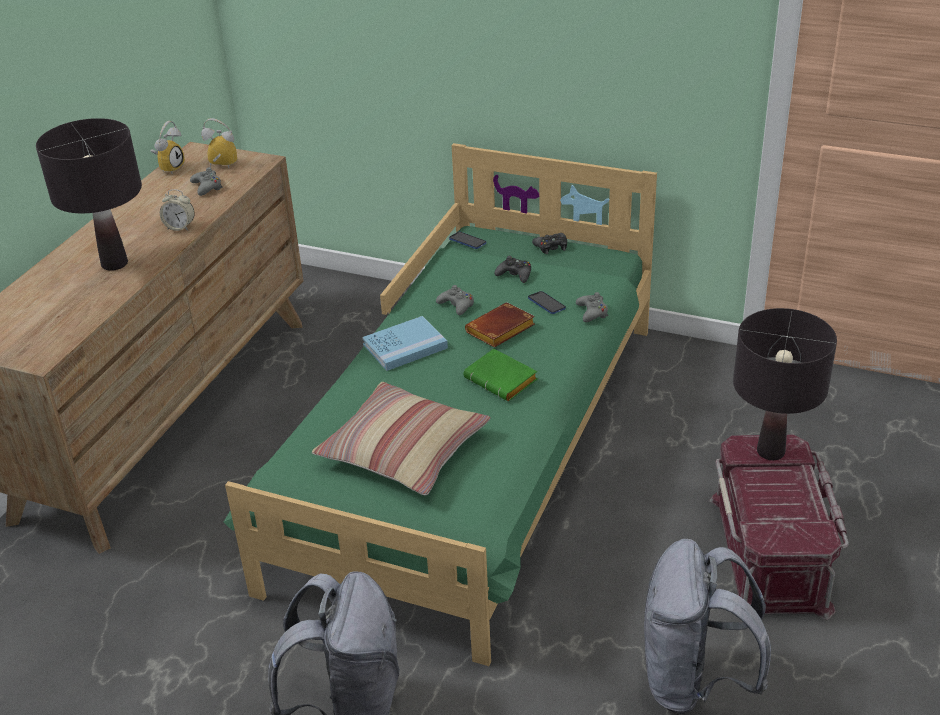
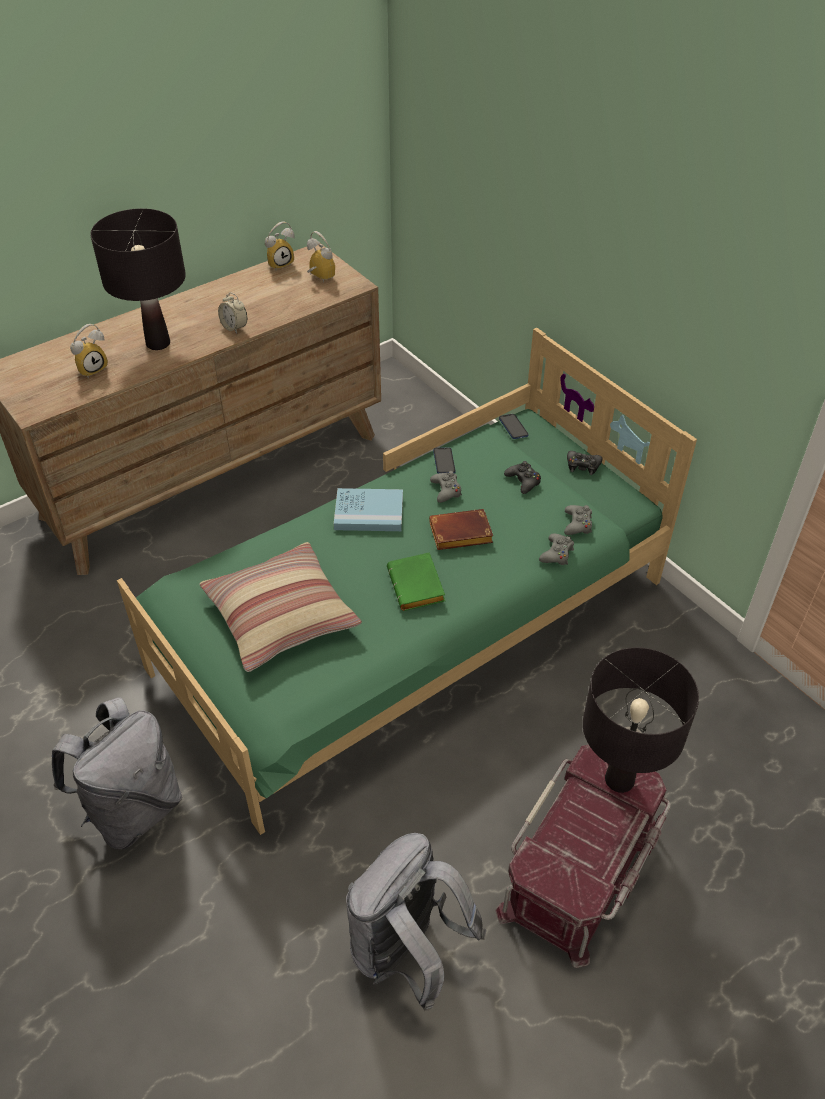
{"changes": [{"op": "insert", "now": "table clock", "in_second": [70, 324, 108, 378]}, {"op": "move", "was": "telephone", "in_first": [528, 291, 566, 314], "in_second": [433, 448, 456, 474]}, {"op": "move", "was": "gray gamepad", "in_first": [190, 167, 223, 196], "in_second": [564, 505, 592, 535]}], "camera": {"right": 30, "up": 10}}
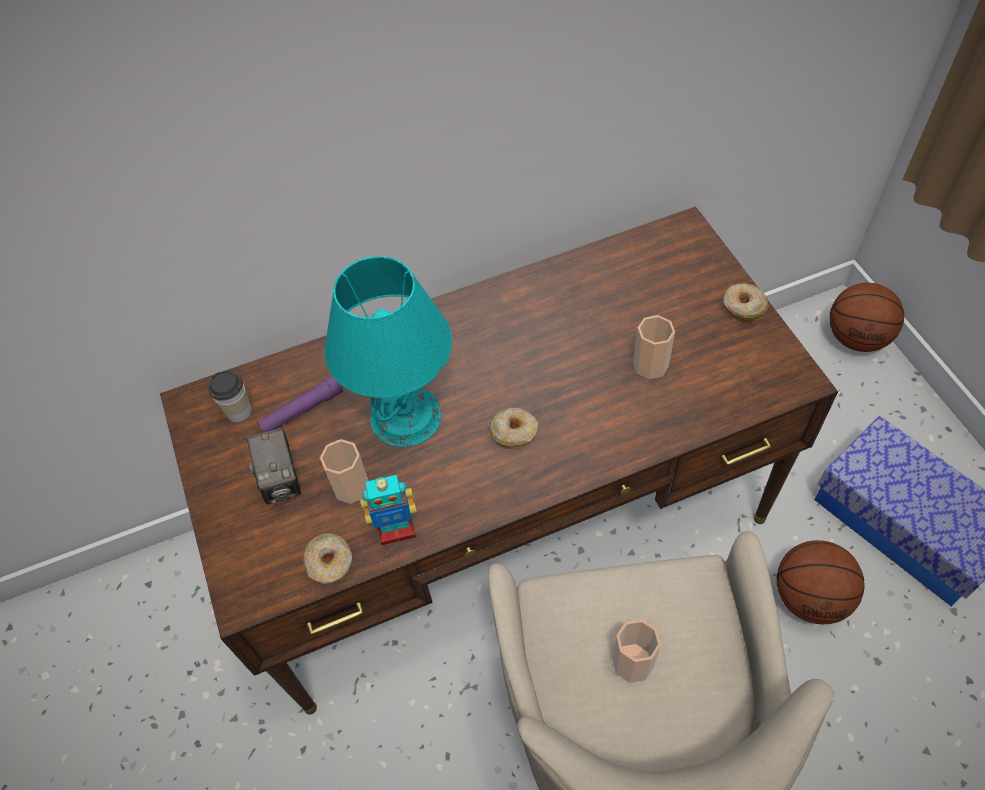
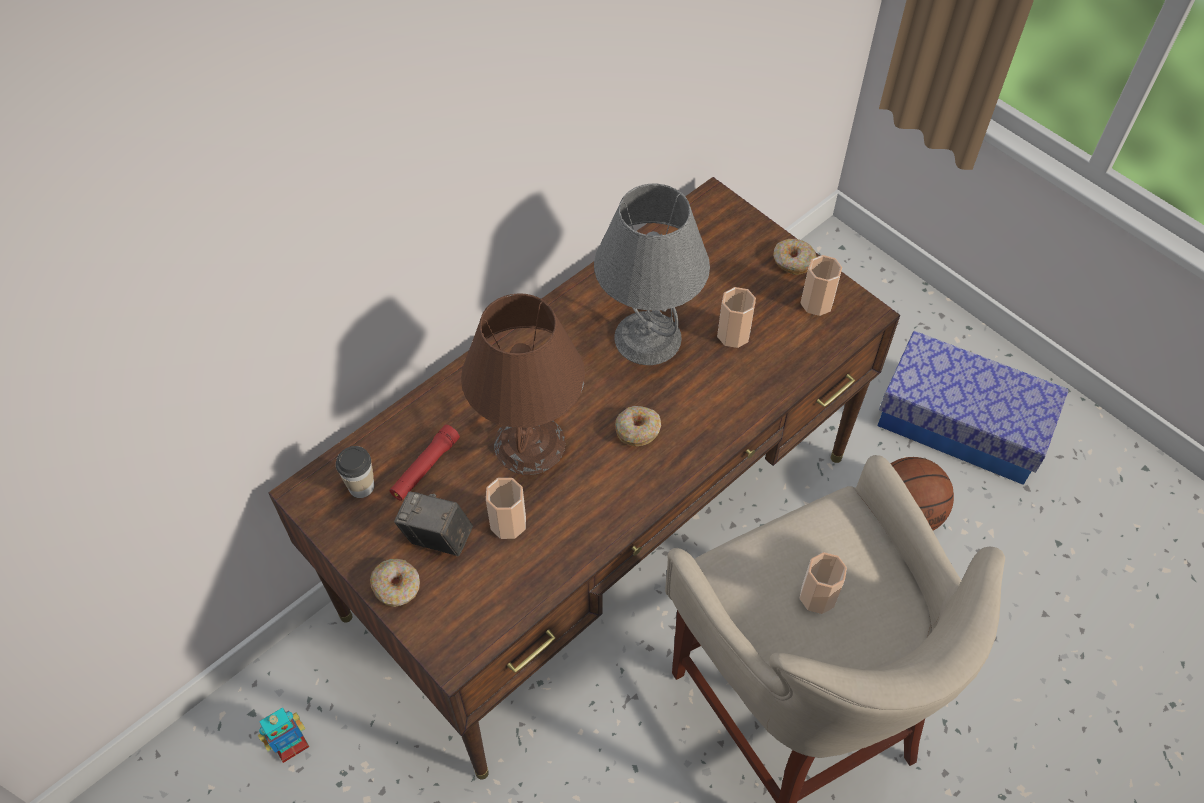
{"changes": [{"op": "move", "was": "robot figure", "in_first": [360, 475, 417, 545], "in_second": [258, 708, 309, 763]}, {"op": "move", "was": "donut", "in_first": [302, 533, 352, 584], "in_second": [370, 559, 420, 607]}, {"op": "recolor", "was": "purplish flashlight", "now": "red flashlight", "in_first": [257, 376, 343, 432], "in_second": [390, 425, 460, 501]}, {"op": "rotate", "was": "photo camera", "in_first": [246, 428, 301, 504], "in_second": [394, 492, 473, 557], "clockwise": 150}, {"op": "recolor", "was": "turquoise-coloured tabletop lamp", "now": "brown tabletop lamp", "in_first": [324, 256, 452, 447], "in_second": [461, 293, 585, 475]}, {"op": "insert", "now": "gray tabletop lamp", "in_second": [594, 184, 710, 365]}, {"op": "insert", "now": "cup", "in_second": [801, 255, 842, 316]}, {"op": "delete", "was": "basketball", "in_first": [829, 283, 904, 352]}], "camera": {"right": -25, "up": 0}}
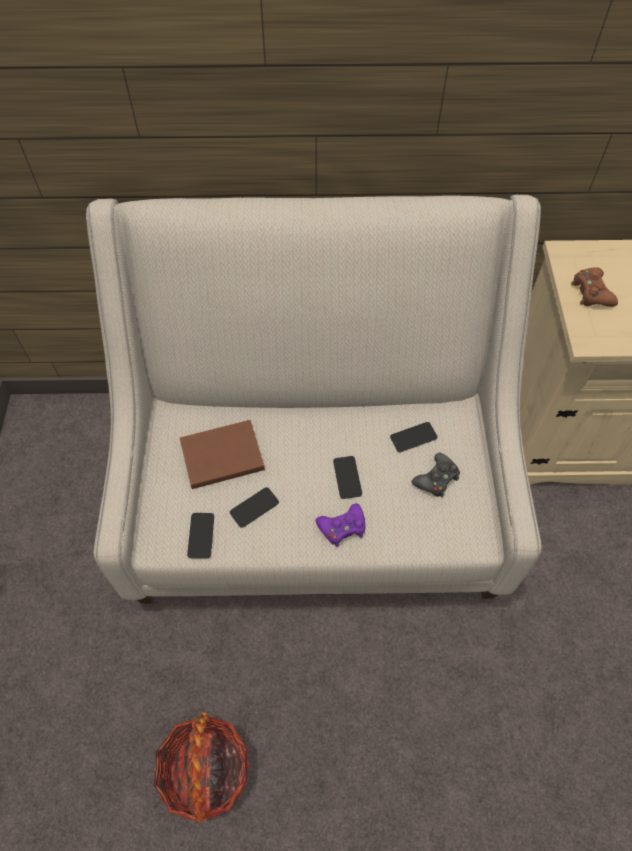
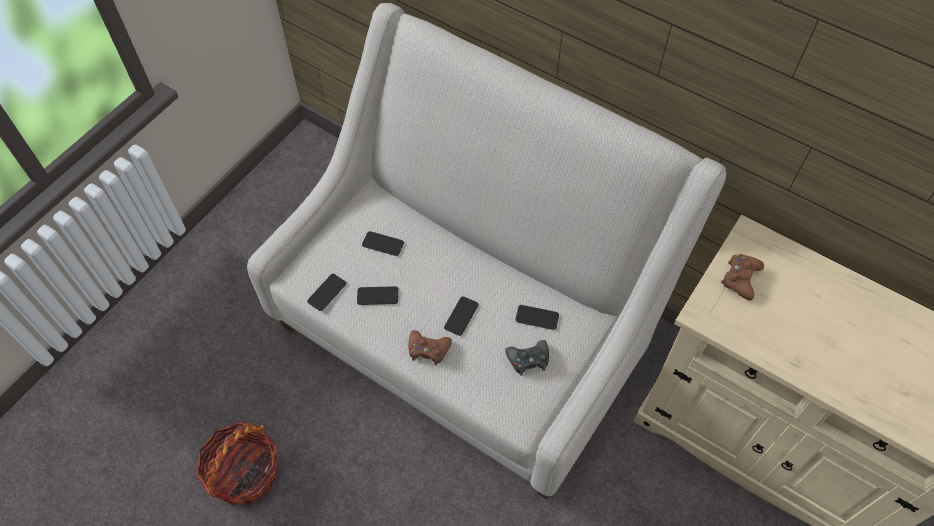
{"changes": [{"op": "replace", "was": "brown bound book", "now": "telephone", "in_first": [180, 420, 265, 489], "in_second": [362, 231, 404, 256]}, {"op": "recolor", "was": "purplish gamepad", "now": "brown gamepad", "in_first": [316, 503, 365, 547], "in_second": [408, 330, 452, 366]}], "camera": {"right": 35, "up": 0}}
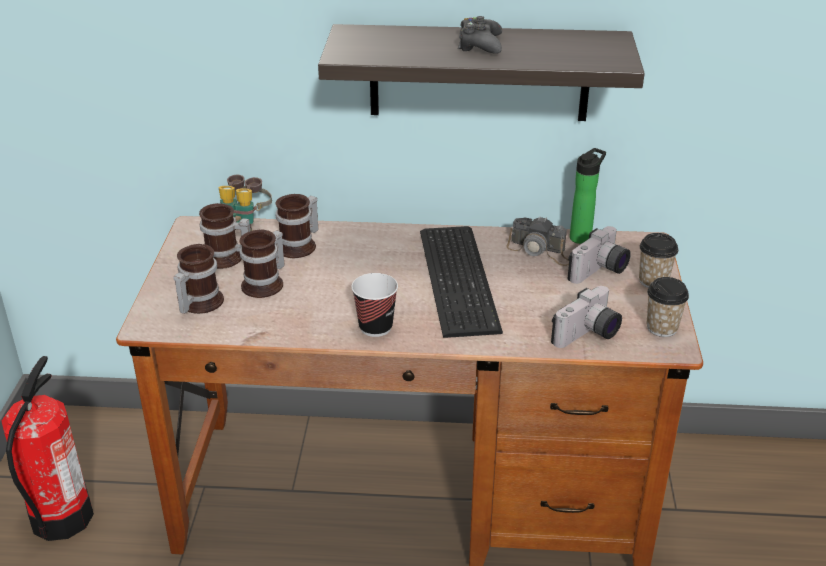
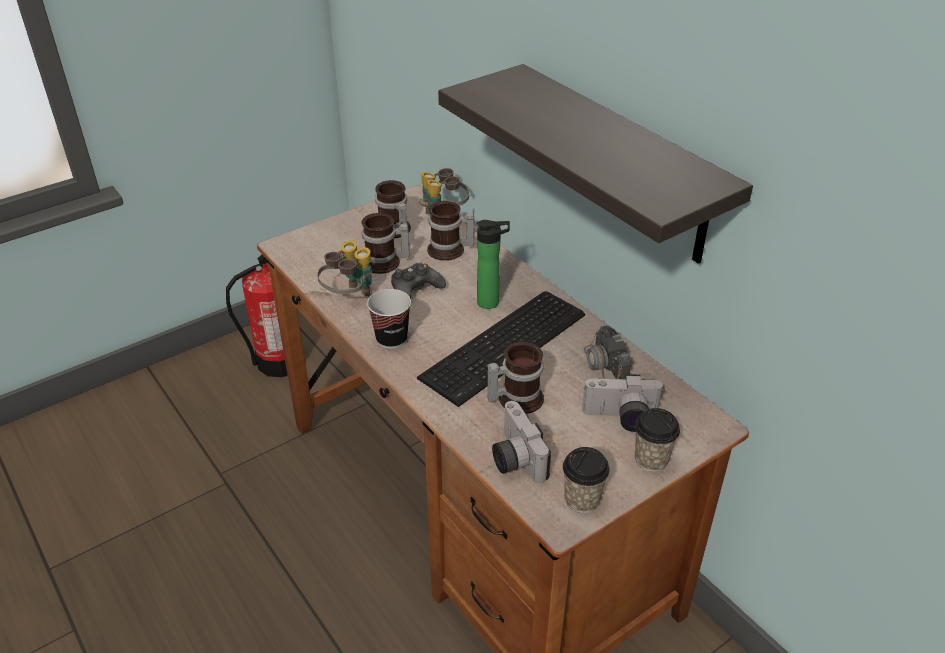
{"changes": [{"op": "insert", "now": "binoculars", "in_second": [317, 240, 372, 296]}, {"op": "move", "was": "black-coloured gamepad", "in_first": [458, 16, 502, 54], "in_second": [391, 262, 446, 299]}, {"op": "move", "was": "bottle", "in_first": [570, 148, 606, 244], "in_second": [476, 220, 510, 309]}, {"op": "move", "was": "tea mug", "in_first": [173, 244, 224, 314], "in_second": [487, 342, 544, 414]}, {"op": "rotate", "was": "photo camera", "in_first": [551, 286, 622, 348], "in_second": [492, 401, 551, 483], "clockwise": 60}], "camera": {"right": 50, "up": 5}}
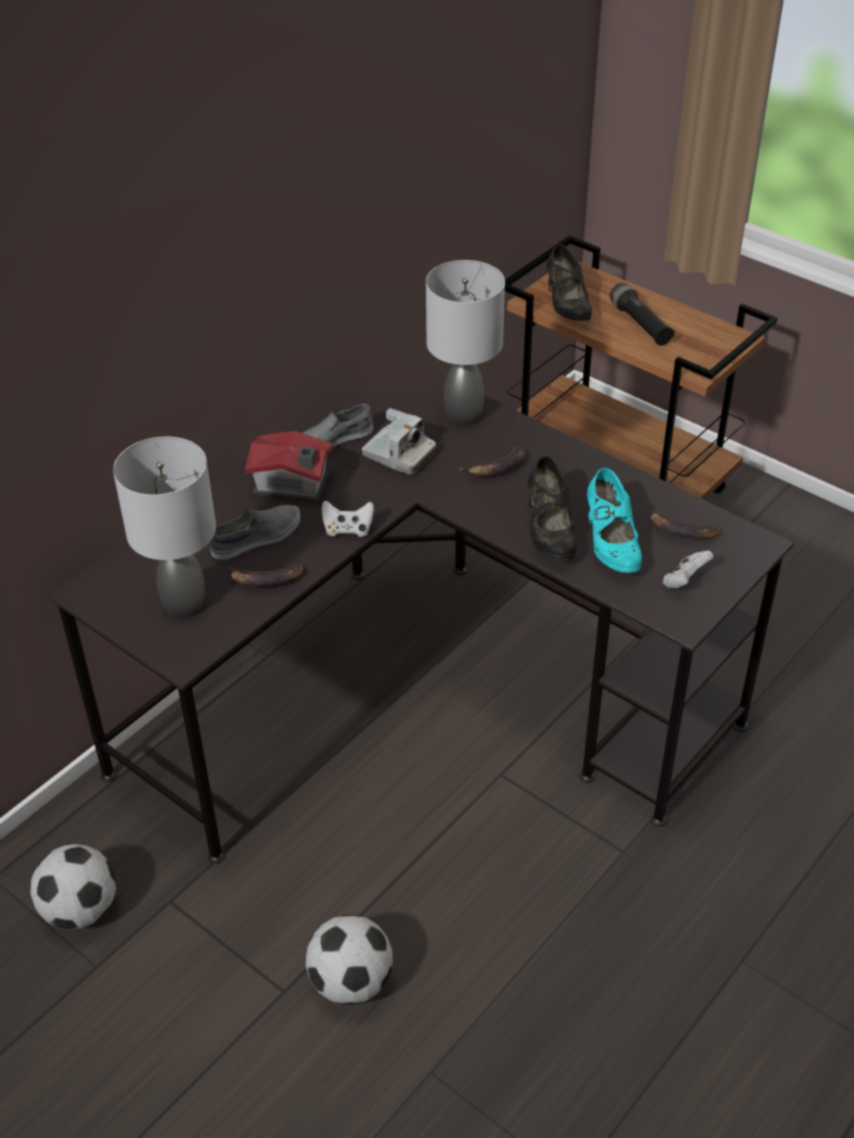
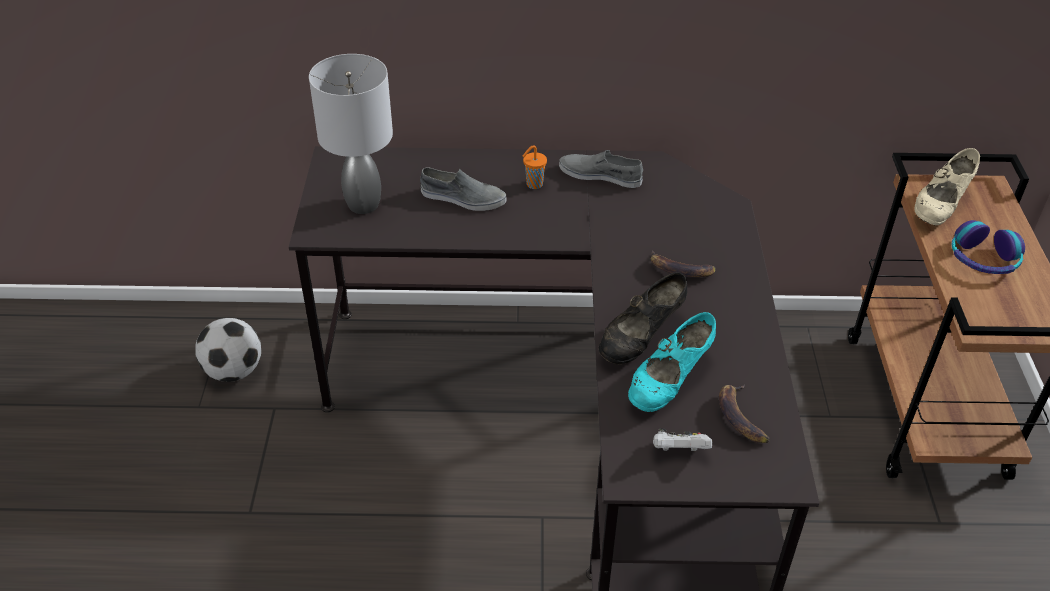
{"changes": [{"op": "replace", "was": "toy house", "now": "orange-coloured cup", "in_first": [245, 431, 333, 502], "in_second": [523, 145, 547, 189]}, {"op": "recolor", "was": "black-coloured low shoe", "now": "beige-coloured low shoe", "in_first": [547, 244, 592, 321], "in_second": [914, 148, 980, 226]}, {"op": "replace", "was": "black-coloured flashlight", "now": "headphones", "in_first": [610, 283, 674, 346], "in_second": [951, 220, 1025, 274]}, {"op": "delete", "was": "whole banana", "in_first": [229, 564, 303, 586]}, {"op": "delete", "was": "football ball", "in_first": [306, 915, 393, 1005]}, {"op": "delete", "was": "white gamepad", "in_first": [322, 501, 374, 537]}, {"op": "delete", "was": "photo camera", "in_first": [362, 408, 436, 475]}, {"op": "delete", "was": "gray tabletop lamp", "in_first": [426, 260, 505, 425]}], "camera": {"right": 50, "up": 0}}
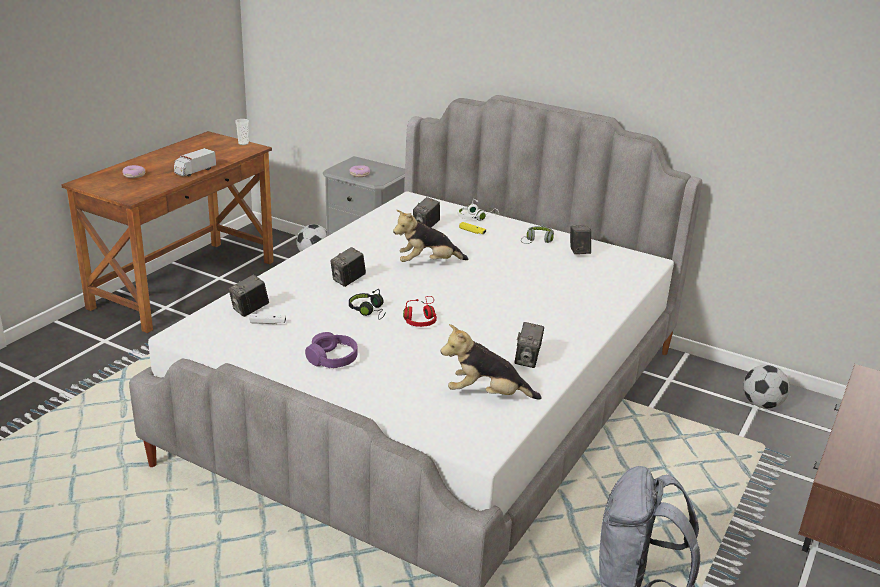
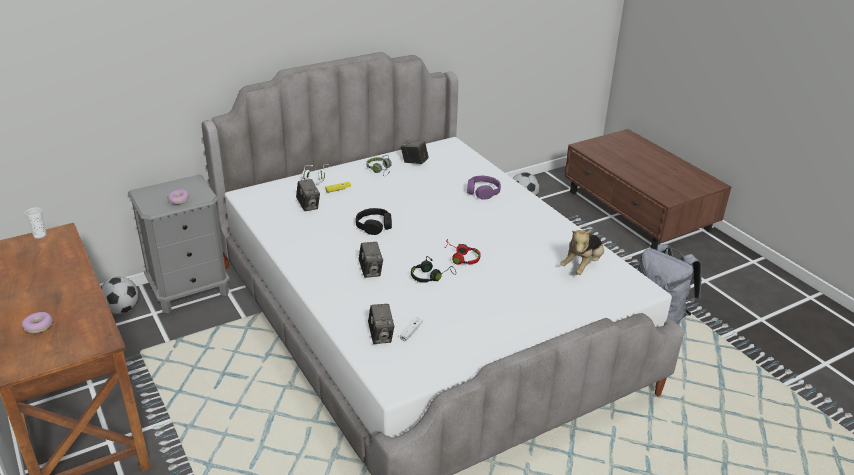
{"changes": [{"op": "replace", "was": "soft toy", "now": "black-coloured headphones", "in_first": [393, 210, 468, 262], "in_second": [356, 208, 392, 235]}, {"op": "move", "was": "purplish headphones", "in_first": [305, 332, 358, 368], "in_second": [467, 176, 501, 200]}, {"op": "delete", "was": "toy lorry", "in_first": [174, 148, 216, 176]}, {"op": "delete", "was": "photo camera", "in_first": [515, 322, 544, 368]}], "camera": {"right": -60, "up": 5}}
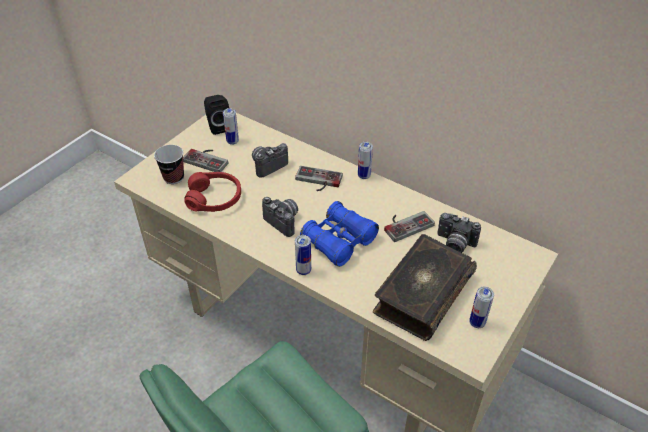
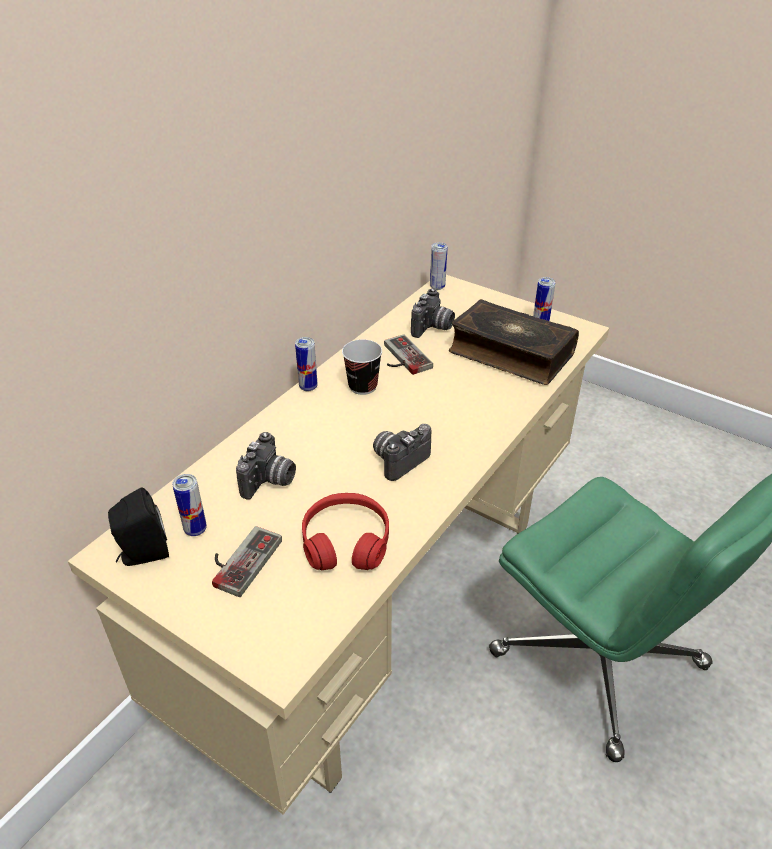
{"changes": [{"op": "rotate", "was": "photo camera", "in_first": [252, 143, 288, 178], "in_second": [236, 432, 296, 500], "clockwise": -120}, {"op": "move", "was": "cup", "in_first": [154, 145, 184, 184], "in_second": [342, 340, 382, 395]}, {"op": "move", "was": "sealed can", "in_first": [295, 235, 311, 275], "in_second": [430, 242, 448, 290]}, {"op": "delete", "was": "gamepad", "in_first": [295, 166, 343, 191]}, {"op": "delete", "was": "blue binoculars", "in_first": [300, 201, 379, 267]}], "camera": {"right": -90, "up": -5}}
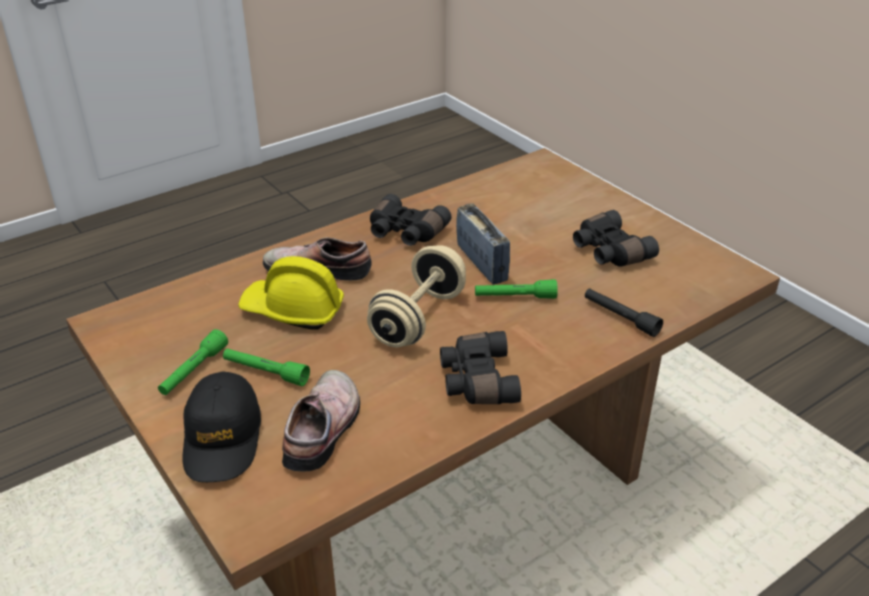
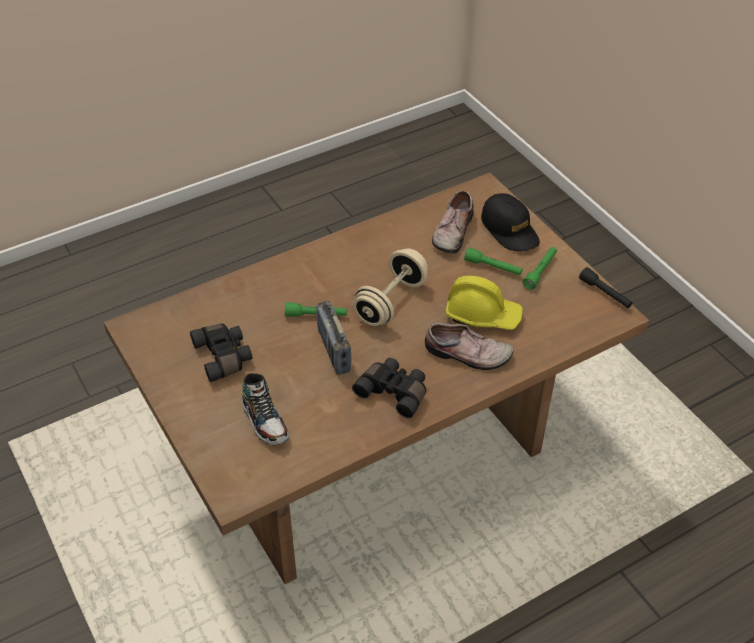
{"changes": [{"op": "insert", "now": "low shoe", "in_second": [242, 373, 290, 445]}, {"op": "rotate", "was": "black-coloured cap", "in_first": [182, 371, 261, 482], "in_second": [481, 193, 540, 251], "clockwise": 150}, {"op": "move", "was": "black-coloured flashlight", "in_first": [585, 288, 663, 337], "in_second": [579, 267, 632, 308]}, {"op": "delete", "was": "black-coloured binoculars", "in_first": [440, 331, 521, 404]}], "camera": {"right": -175, "up": 10}}
